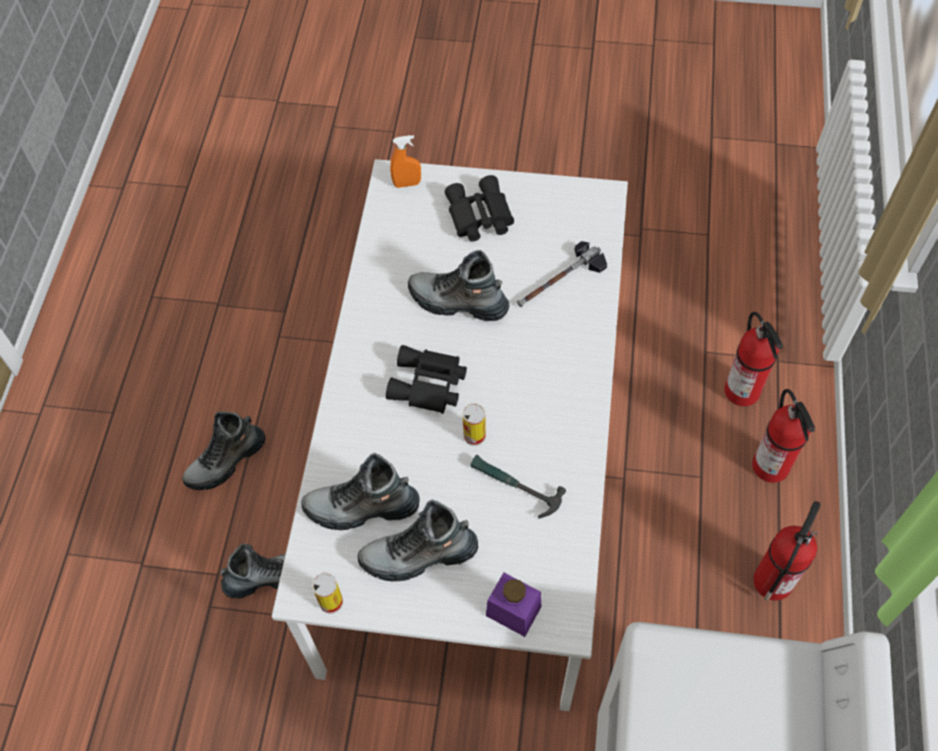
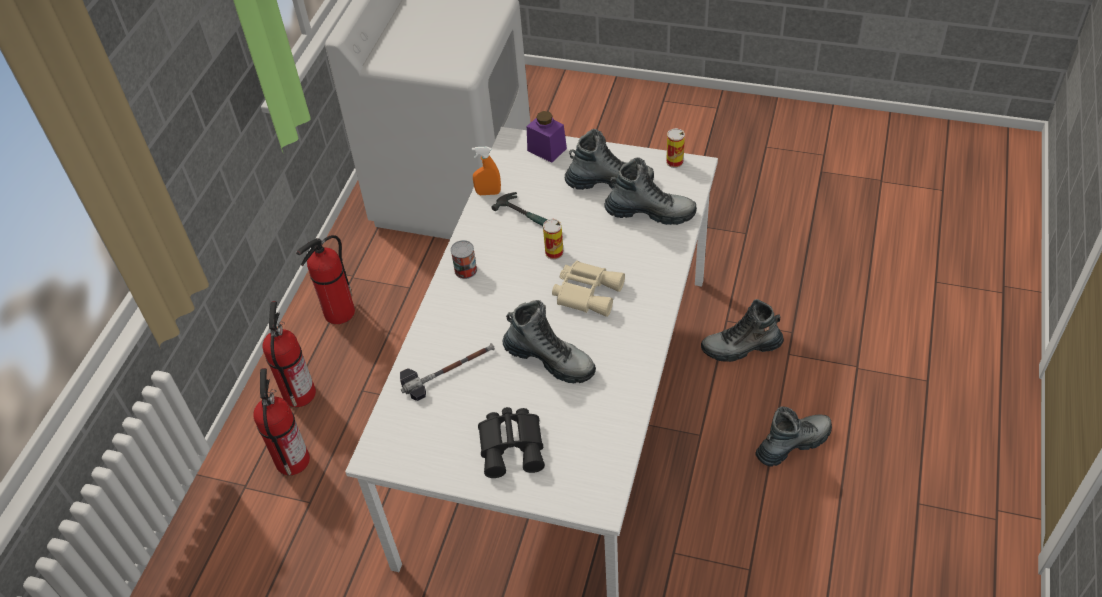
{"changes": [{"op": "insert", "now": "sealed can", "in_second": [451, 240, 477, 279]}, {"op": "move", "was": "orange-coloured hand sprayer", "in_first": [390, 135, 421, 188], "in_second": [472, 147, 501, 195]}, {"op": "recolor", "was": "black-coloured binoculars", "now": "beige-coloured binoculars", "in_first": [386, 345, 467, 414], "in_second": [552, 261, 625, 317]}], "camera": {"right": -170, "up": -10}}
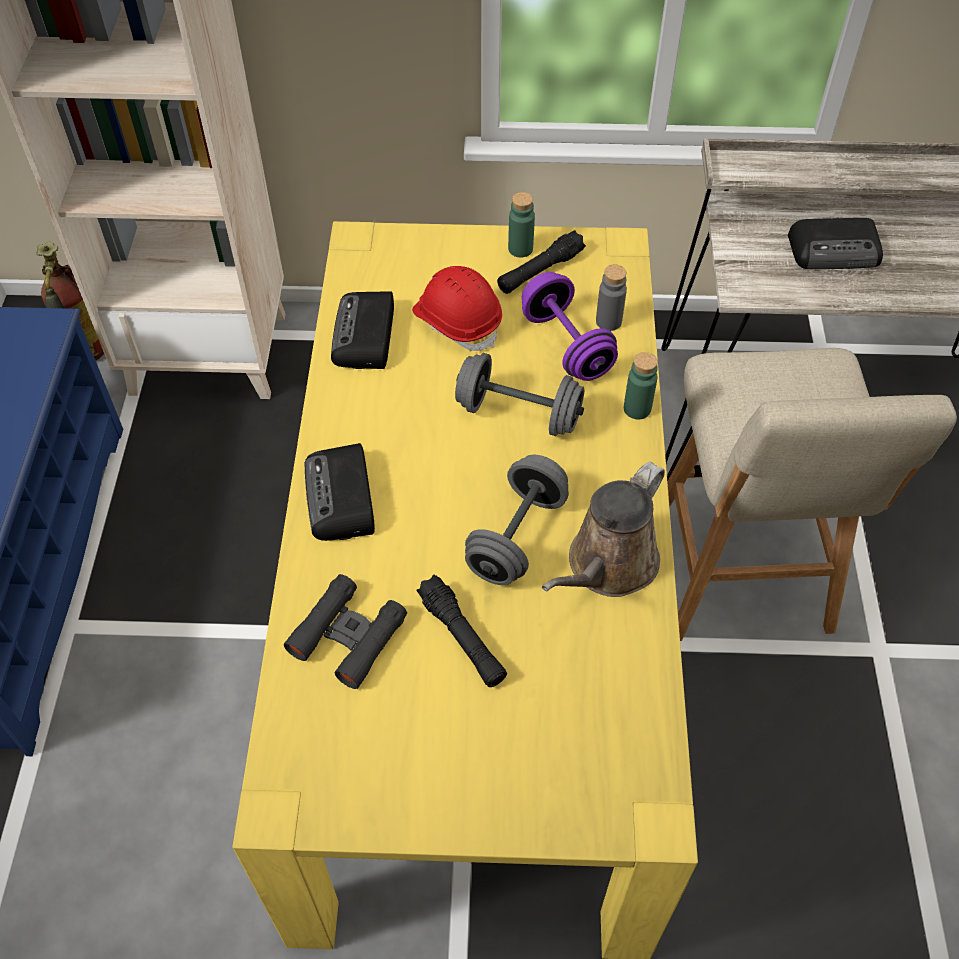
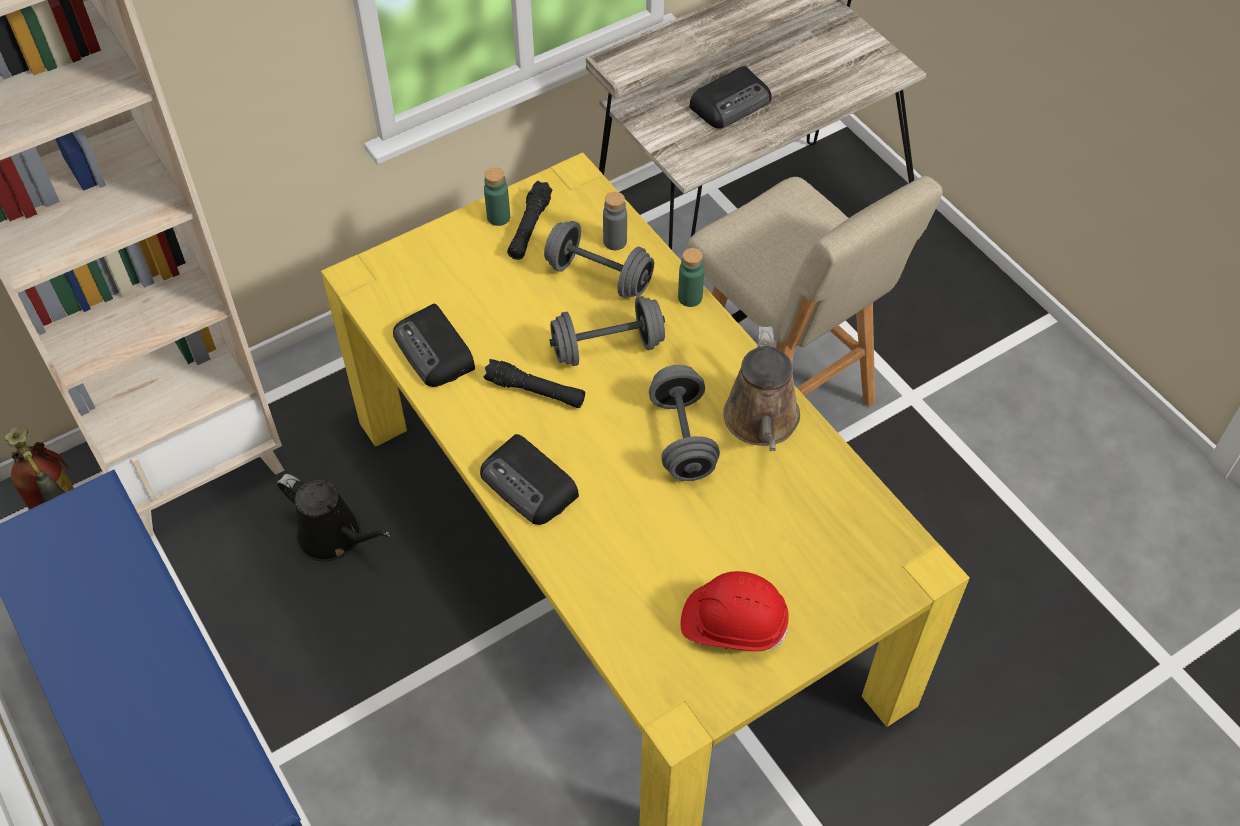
{"changes": [{"op": "insert", "now": "black-coloured watering can", "in_second": [277, 474, 391, 562]}, {"op": "move", "was": "black-coloured flashlight", "in_first": [417, 575, 507, 687], "in_second": [483, 359, 585, 408]}, {"op": "recolor", "was": "purplish hand weight", "now": "gray hand weight", "in_first": [522, 272, 618, 381], "in_second": [544, 221, 654, 298]}, {"op": "move", "was": "red safety helmet", "in_first": [412, 266, 502, 351], "in_second": [681, 571, 789, 651]}, {"op": "delete", "was": "black-coloured binoculars", "in_first": [284, 574, 407, 689]}], "camera": {"right": -35, "up": 0}}
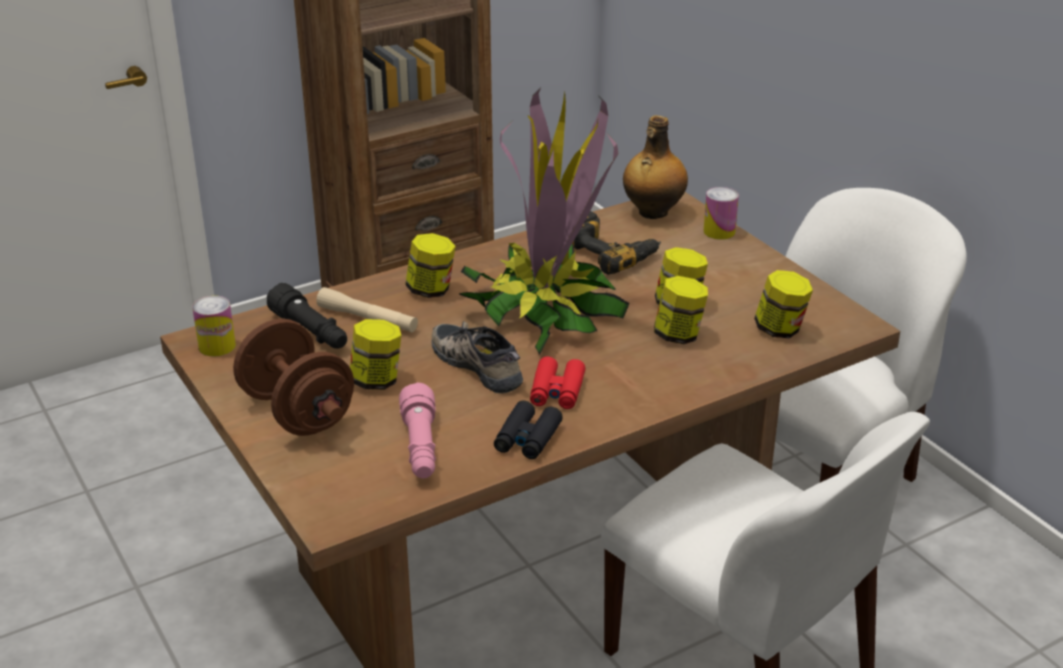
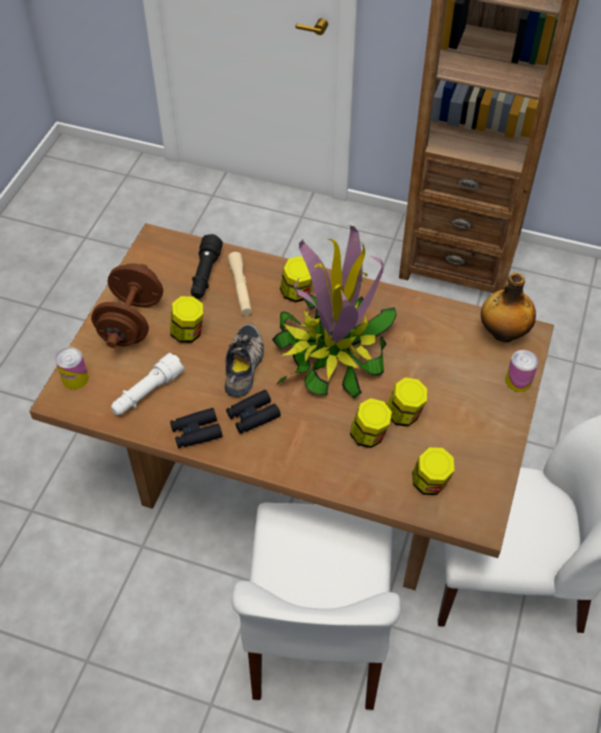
{"changes": [{"op": "move", "was": "sealed can", "in_first": [192, 296, 236, 357], "in_second": [55, 347, 89, 390]}, {"op": "recolor", "was": "pinkish flashlight", "now": "white flashlight", "in_first": [399, 383, 436, 478], "in_second": [111, 353, 184, 415]}, {"op": "recolor", "was": "red binoculars", "now": "black-coloured binoculars", "in_first": [530, 356, 586, 409], "in_second": [226, 390, 281, 434]}, {"op": "delete", "was": "electric drill", "in_first": [572, 211, 661, 275]}], "camera": {"right": 50, "up": 20}}
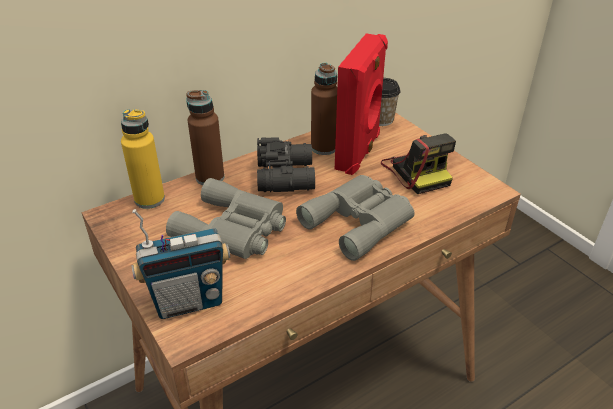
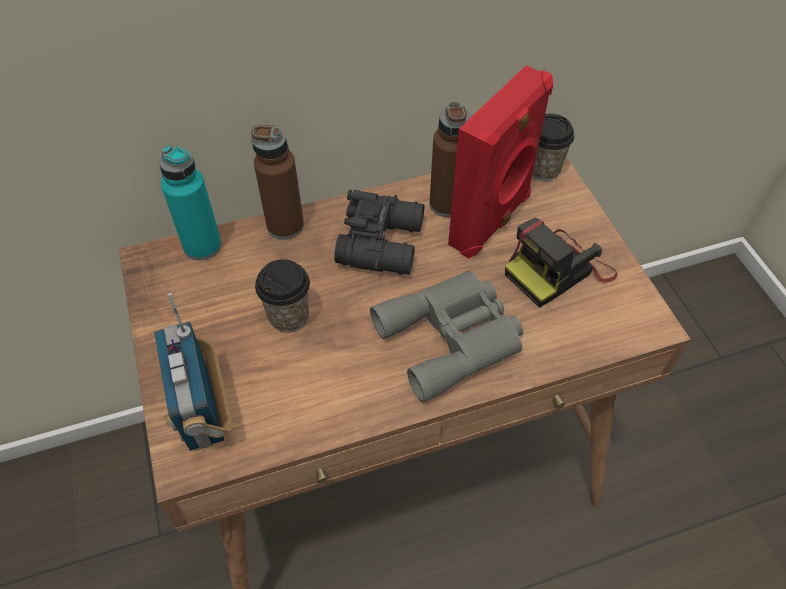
{"changes": [{"op": "rotate", "was": "radio receiver", "in_first": [131, 209, 230, 319], "in_second": [154, 293, 233, 451], "clockwise": 75}, {"op": "recolor", "was": "yellow bottle", "now": "turquoise-coloured bottle", "in_first": [121, 109, 165, 209], "in_second": [159, 145, 222, 260]}, {"op": "replace", "was": "gray binoculars", "now": "cup", "in_first": [166, 178, 286, 259], "in_second": [255, 259, 310, 333]}, {"op": "rotate", "was": "photo camera", "in_first": [381, 133, 456, 194], "in_second": [505, 218, 617, 308], "clockwise": 60}], "camera": {"right": 15, "up": 15}}
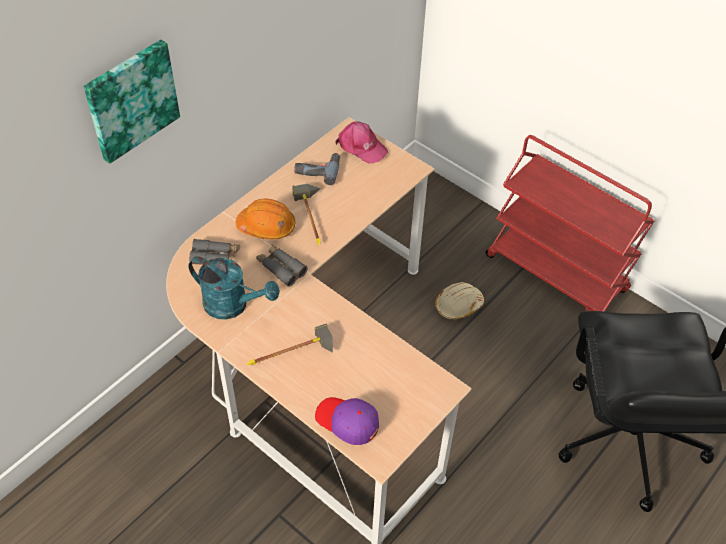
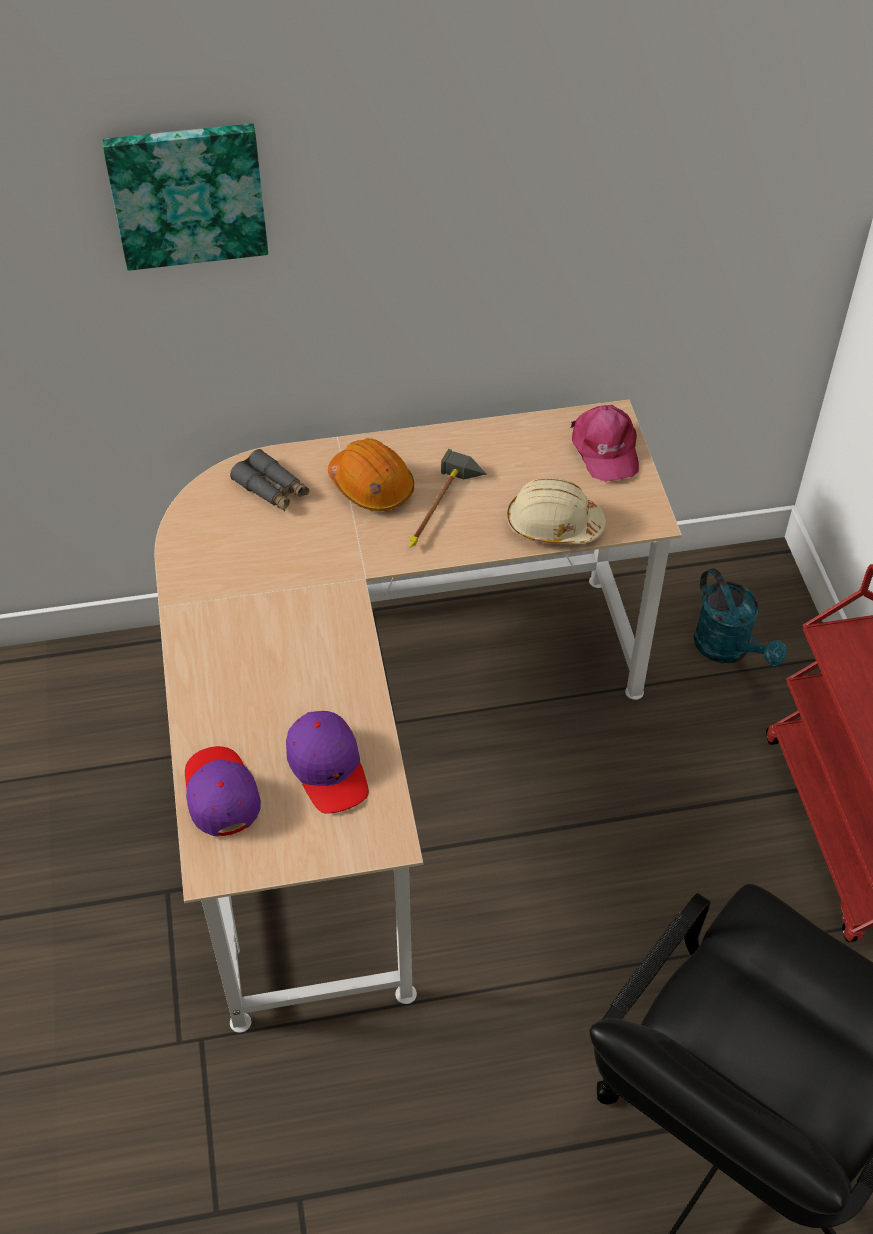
{"changes": [{"op": "insert", "now": "purplish cap", "in_second": [286, 711, 369, 813]}, {"op": "move", "was": "beige-coloured safety helmet", "in_first": [435, 282, 484, 319], "in_second": [507, 477, 606, 545]}, {"op": "move", "was": "turquoise-coloured watering can", "in_first": [188, 256, 280, 320], "in_second": [693, 568, 787, 666]}, {"op": "delete", "was": "hammer", "in_first": [246, 323, 333, 365]}, {"op": "delete", "was": "gray binoculars", "in_first": [256, 245, 308, 287]}, {"op": "delete", "was": "electric drill", "in_first": [294, 153, 340, 185]}], "camera": {"right": 40, "up": 0}}
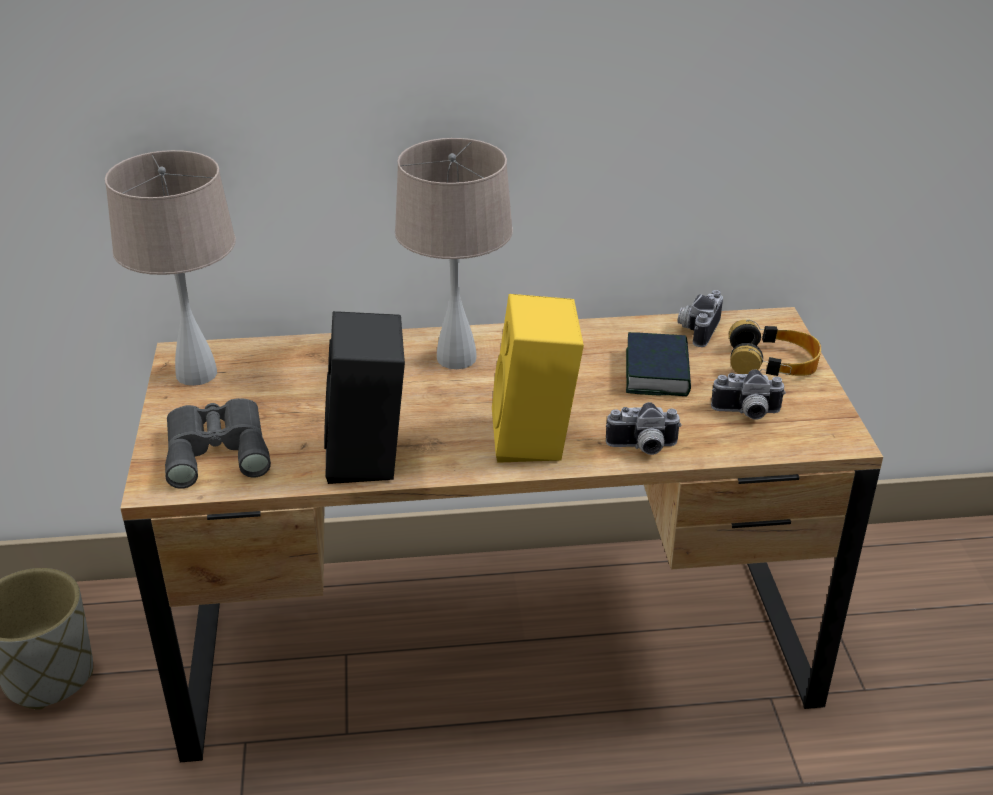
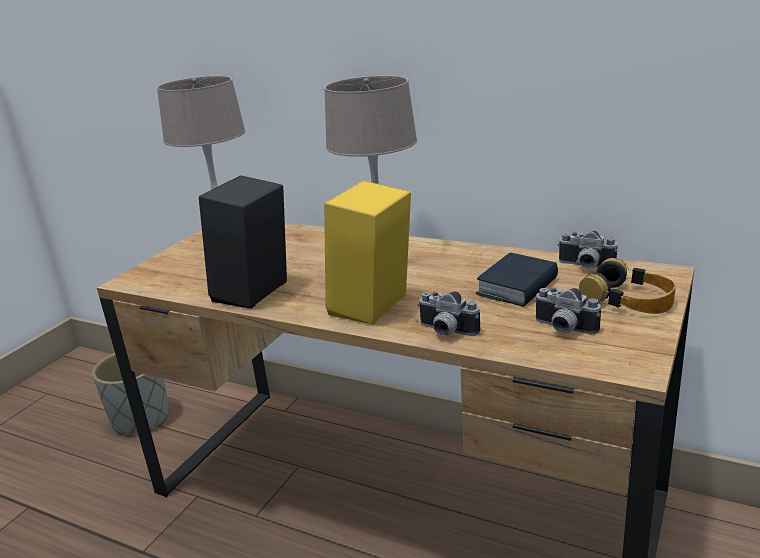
{"changes": [{"op": "rotate", "was": "photo camera", "in_first": [678, 290, 723, 347], "in_second": [558, 231, 618, 269], "clockwise": -120}, {"op": "delete", "was": "gray binoculars", "in_first": [165, 398, 271, 489]}], "camera": {"right": 35, "up": -10}}
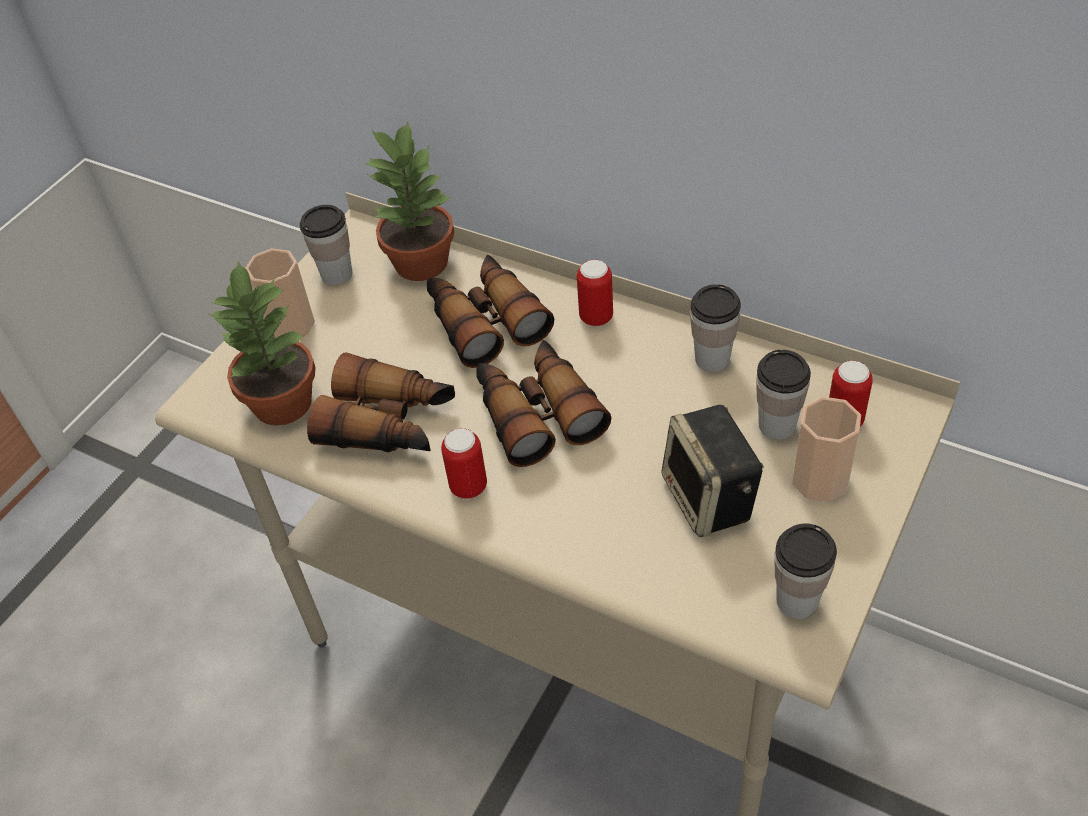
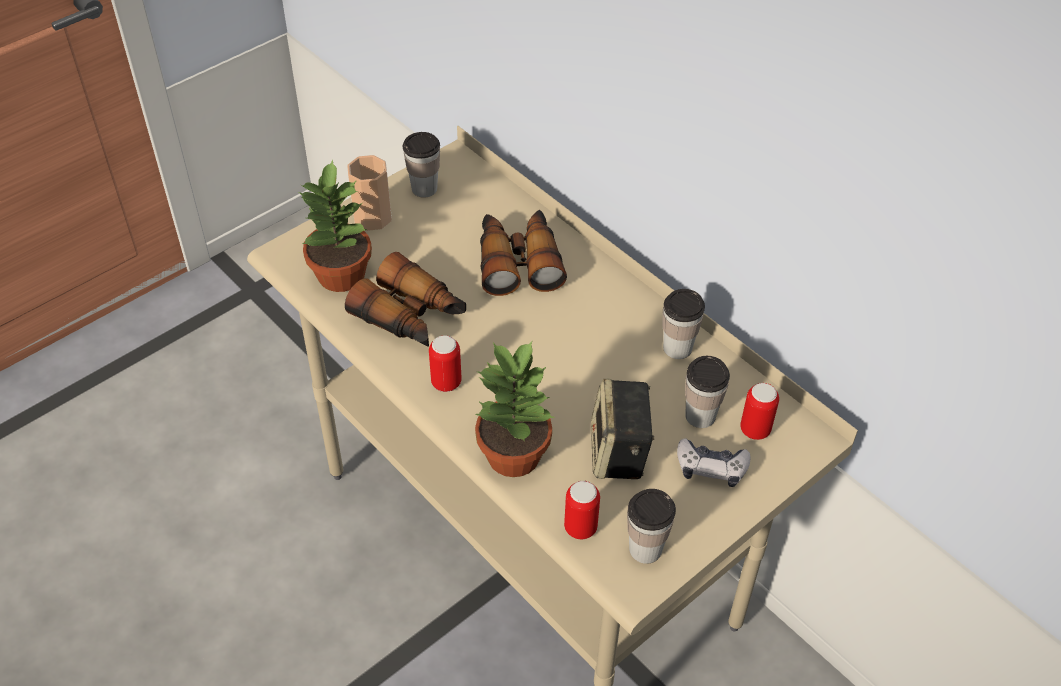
{"changes": [{"op": "move", "was": "potted plant", "in_first": [365, 122, 455, 281], "in_second": [475, 341, 554, 477]}, {"op": "move", "was": "sealed can", "in_first": [577, 260, 613, 326], "in_second": [564, 481, 600, 539]}, {"op": "replace", "was": "cup", "now": "gamepad", "in_first": [792, 397, 861, 502], "in_second": [677, 438, 751, 487]}, {"op": "delete", "was": "binoculars", "in_first": [476, 340, 611, 467]}], "camera": {"right": 15, "up": 0}}
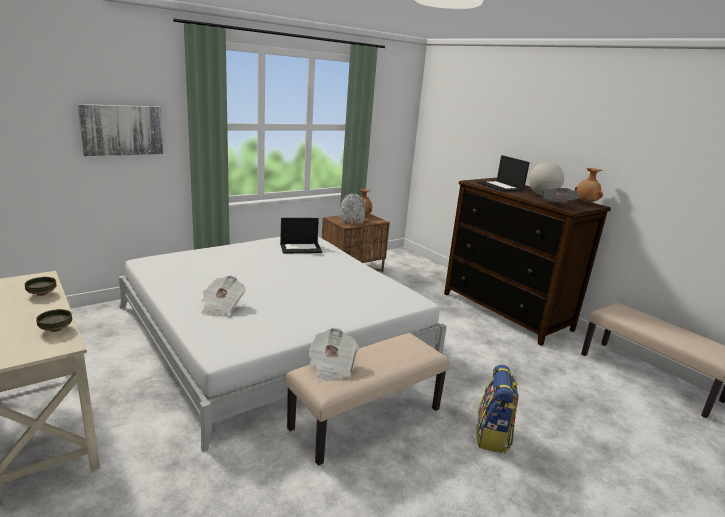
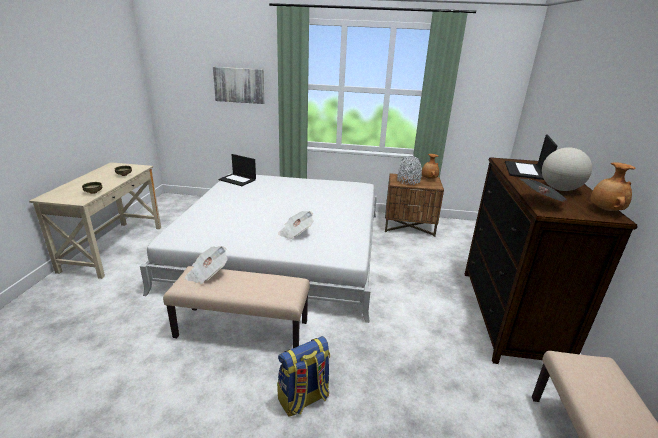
{"changes": [{"op": "move", "was": "portable computer", "in_first": [280, 218, 322, 254], "in_second": [218, 154, 256, 186]}, {"op": "move", "was": "daily paper", "in_first": [202, 275, 246, 316], "in_second": [278, 211, 314, 239]}], "camera": {"right": 45, "up": 5}}
